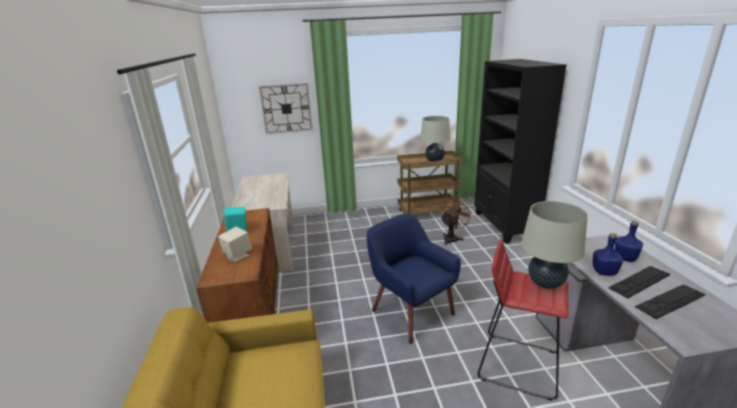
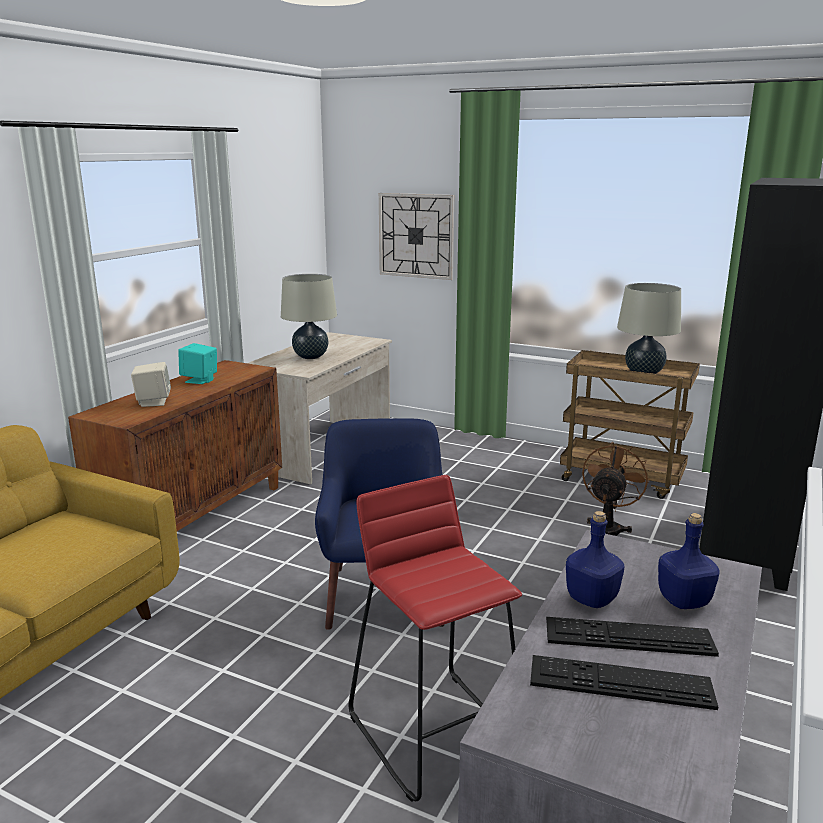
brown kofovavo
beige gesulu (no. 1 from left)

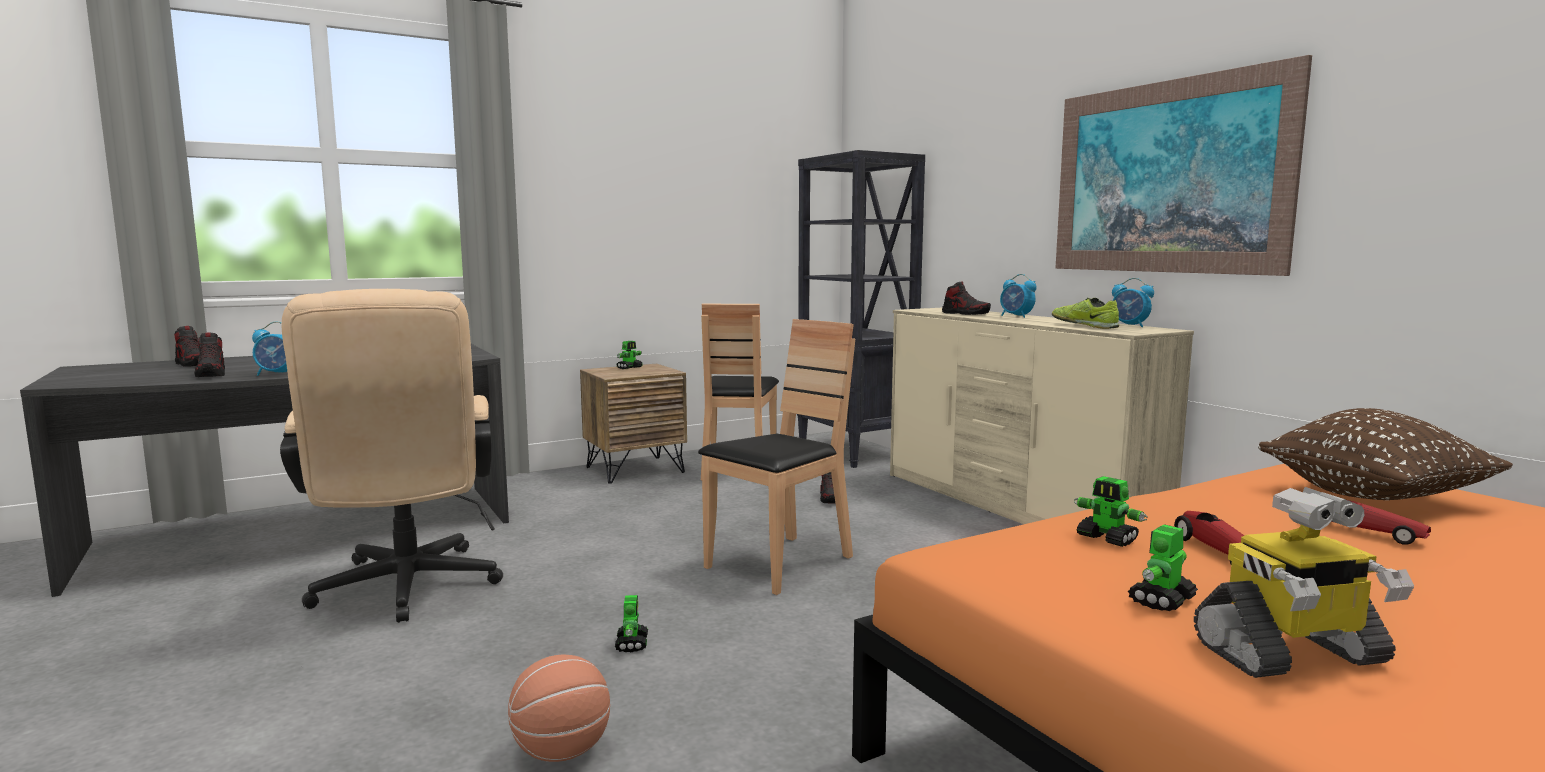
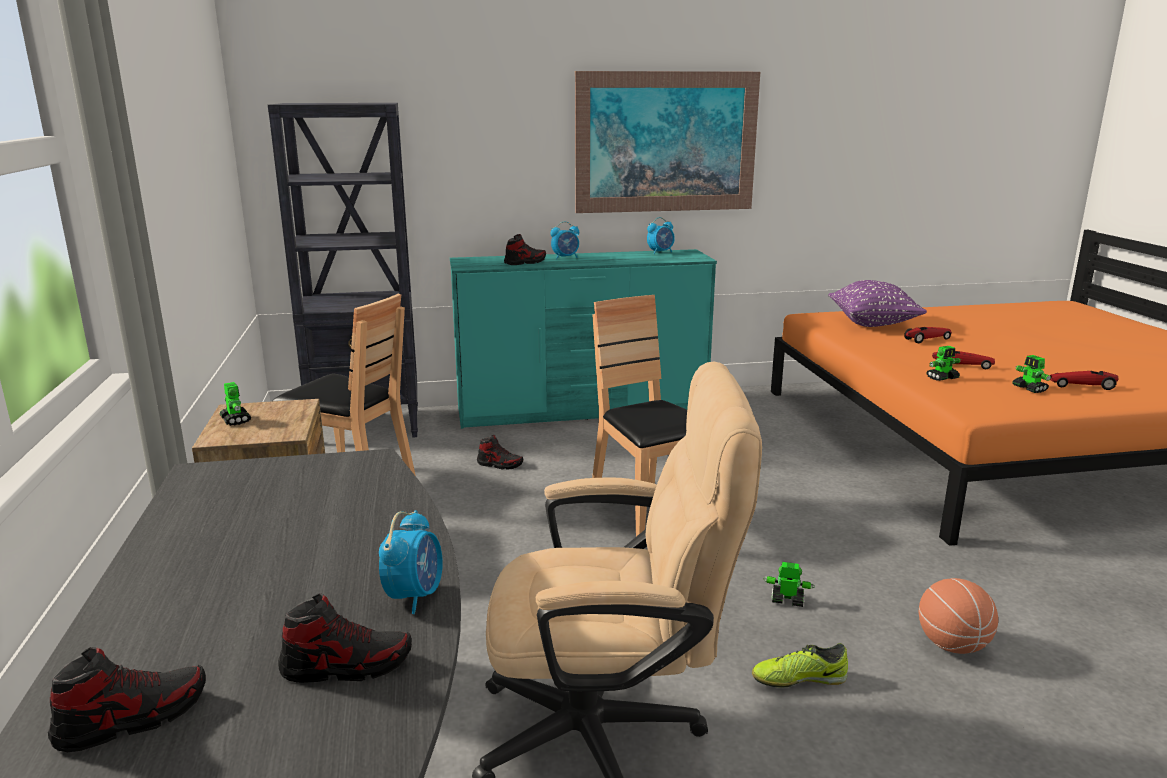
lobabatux (no. 5 from left)
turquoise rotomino
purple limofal
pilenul (no. 3 from left)

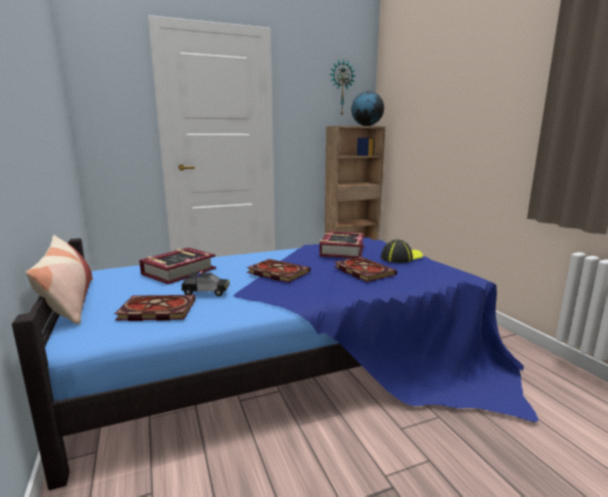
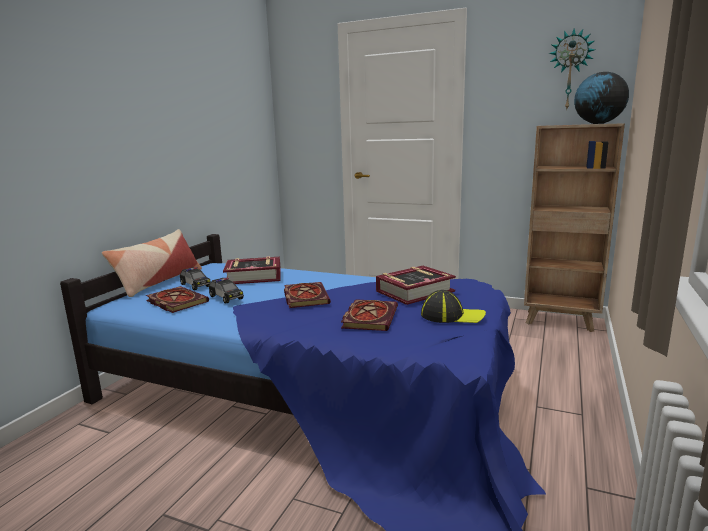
pilenul (no. 1 from left)

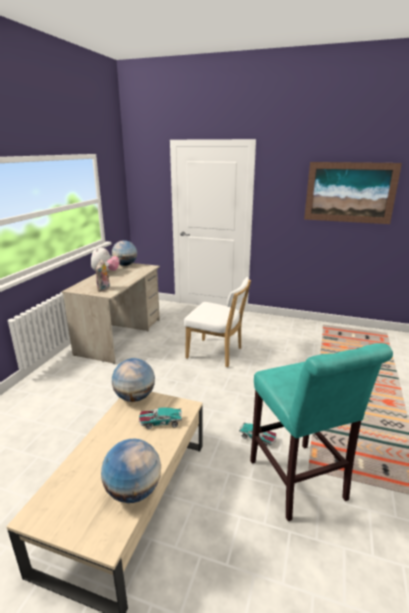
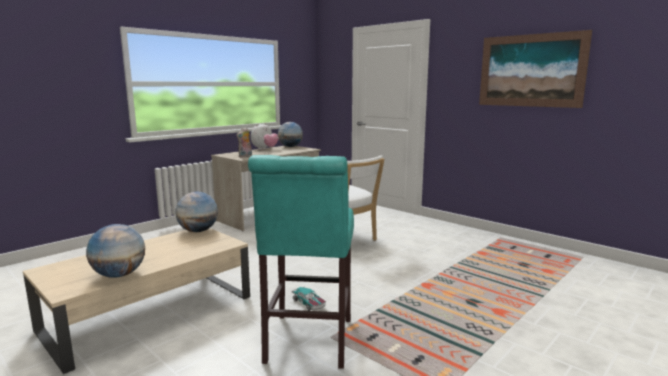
pilenul (no. 1 from left in the first image)

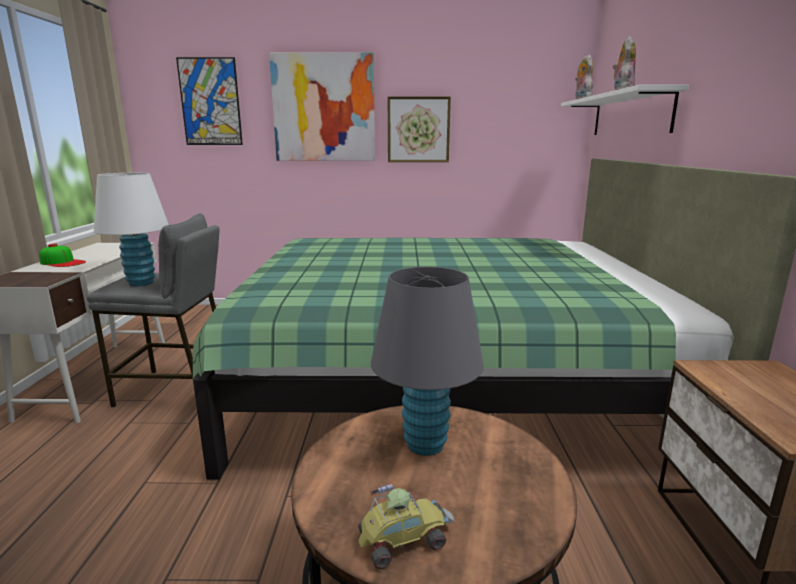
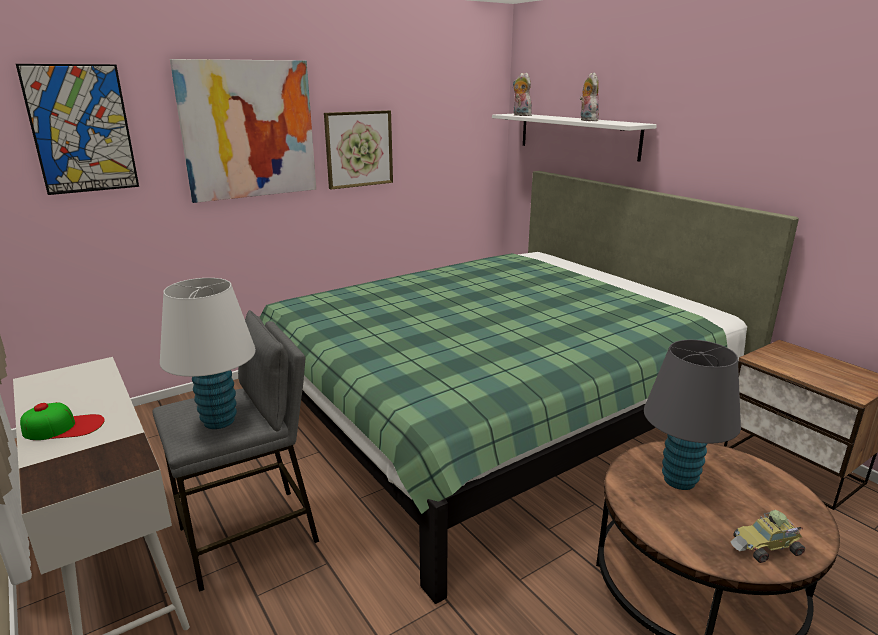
pilenul

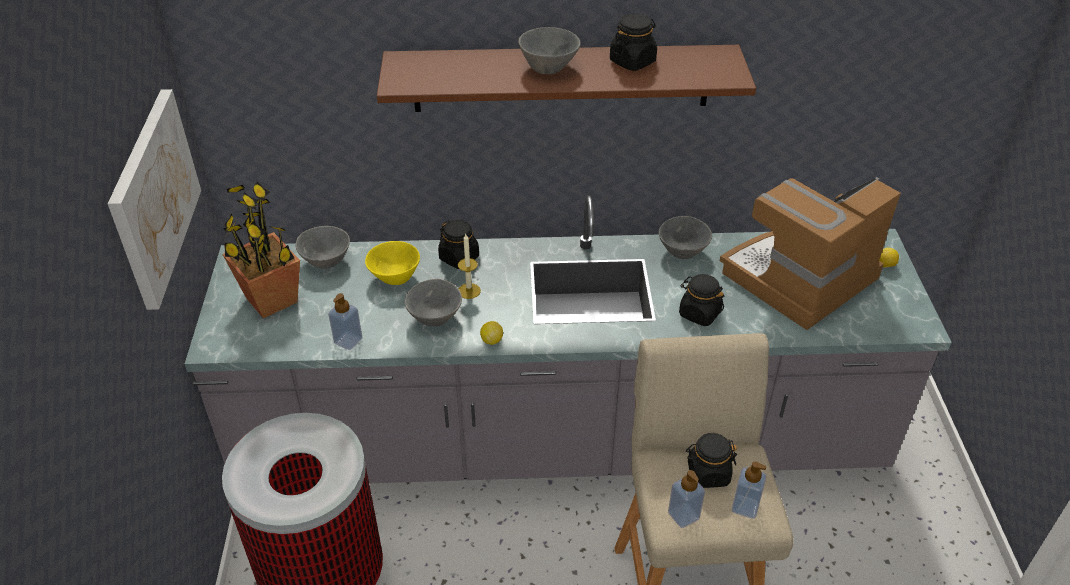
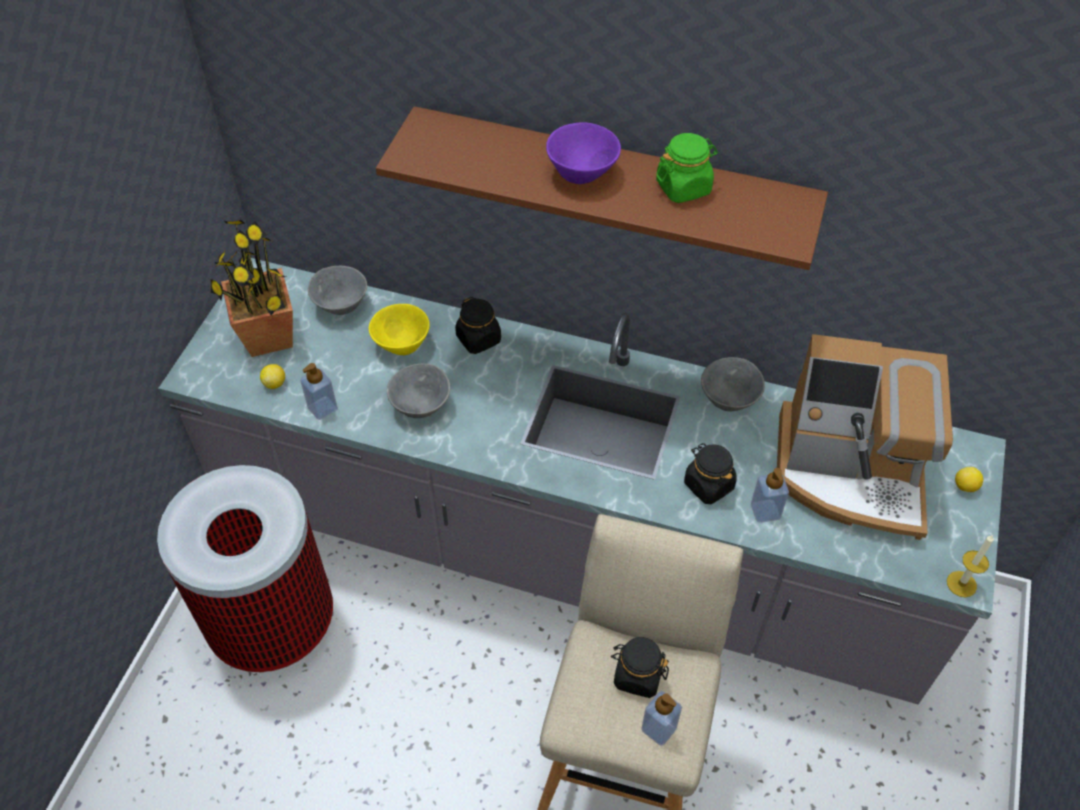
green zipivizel
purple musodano
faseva
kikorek
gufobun
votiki (no. 1 from left)
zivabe (no. 3 from left)

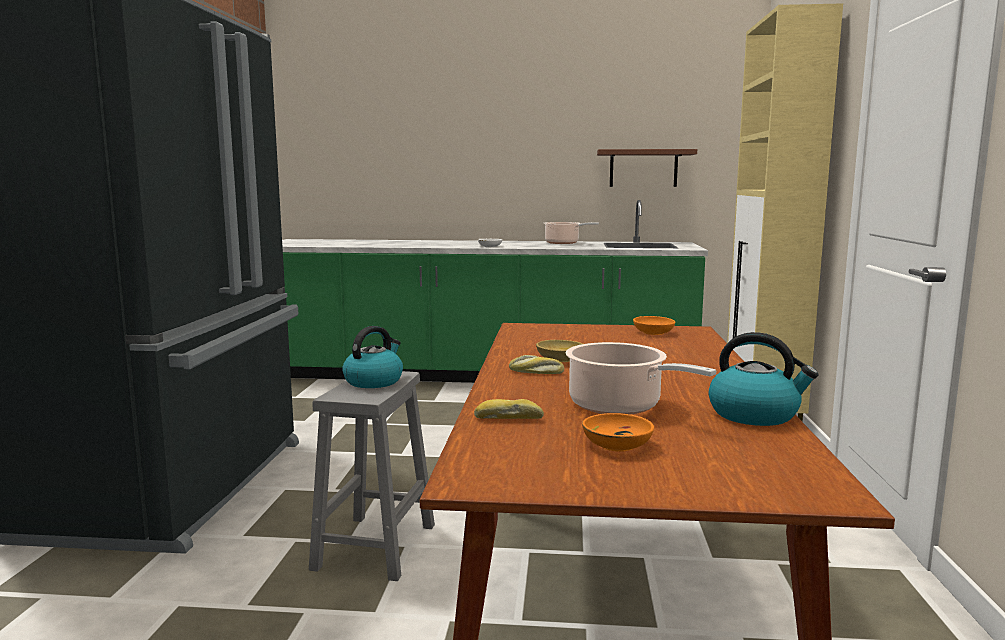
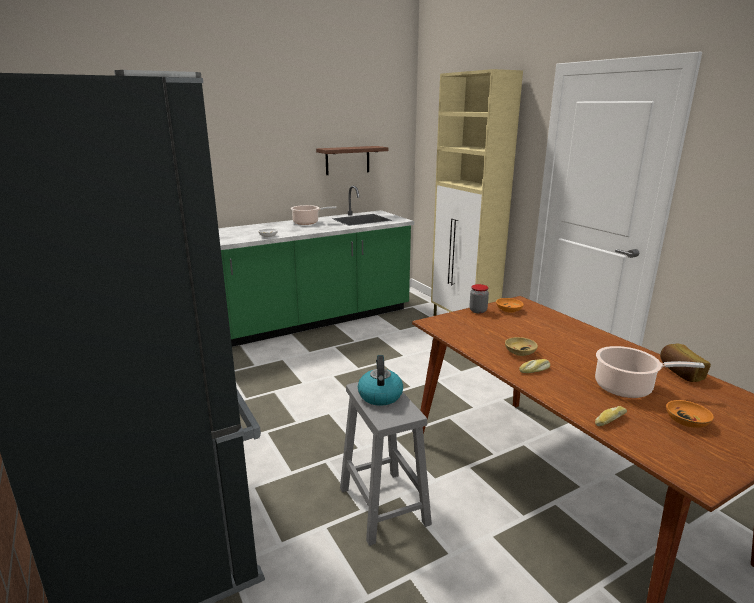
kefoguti (no. 3 from left)
zipivizel

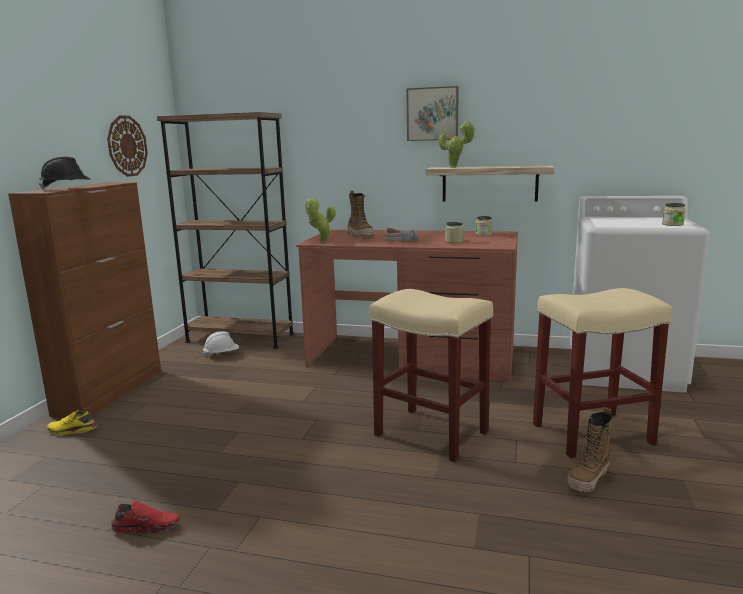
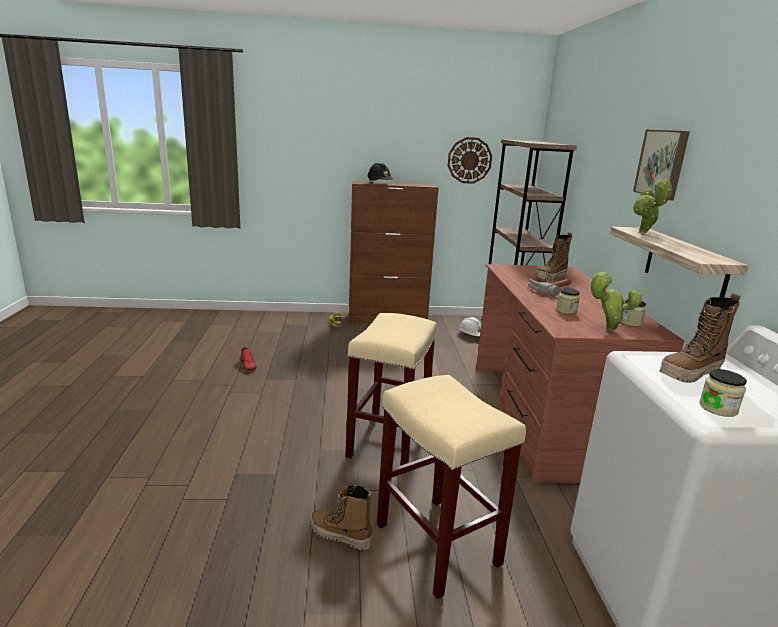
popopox (no. 1 from left)
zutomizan (no. 3 from left)

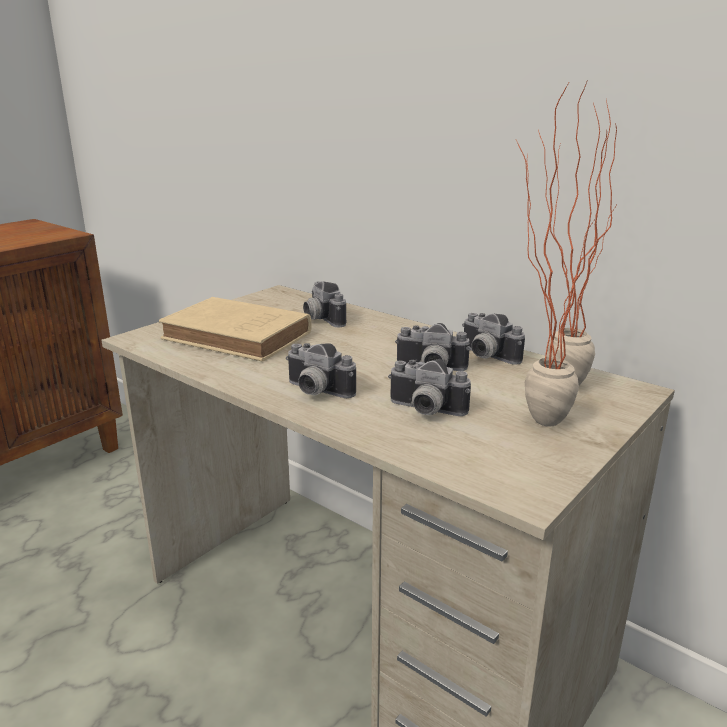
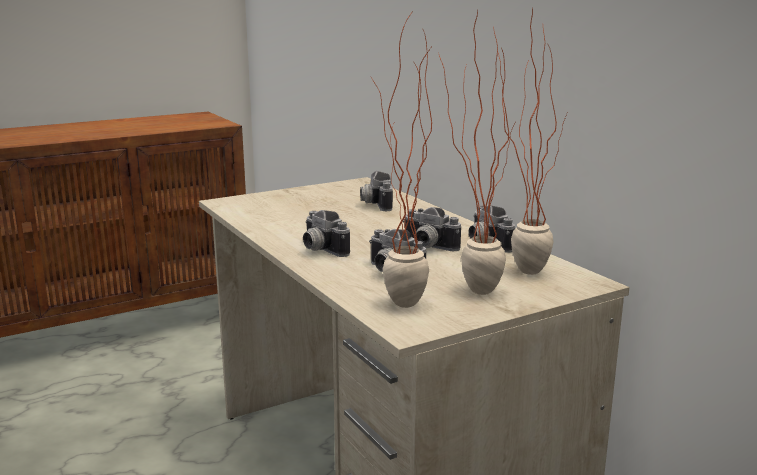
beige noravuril
popopox (no. 1 from left)

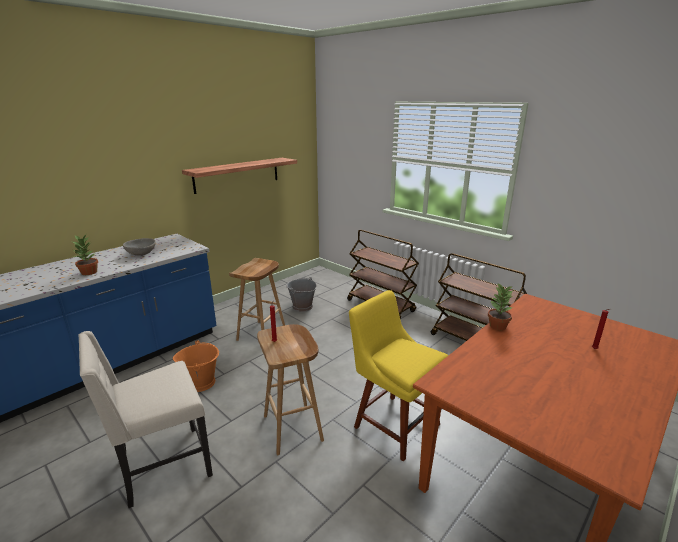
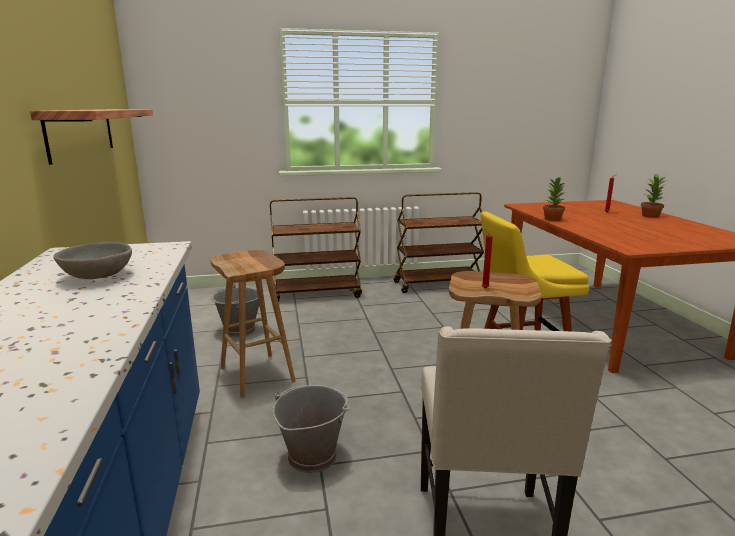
popopox (no. 2 from left)
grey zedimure (no. 2 from left)

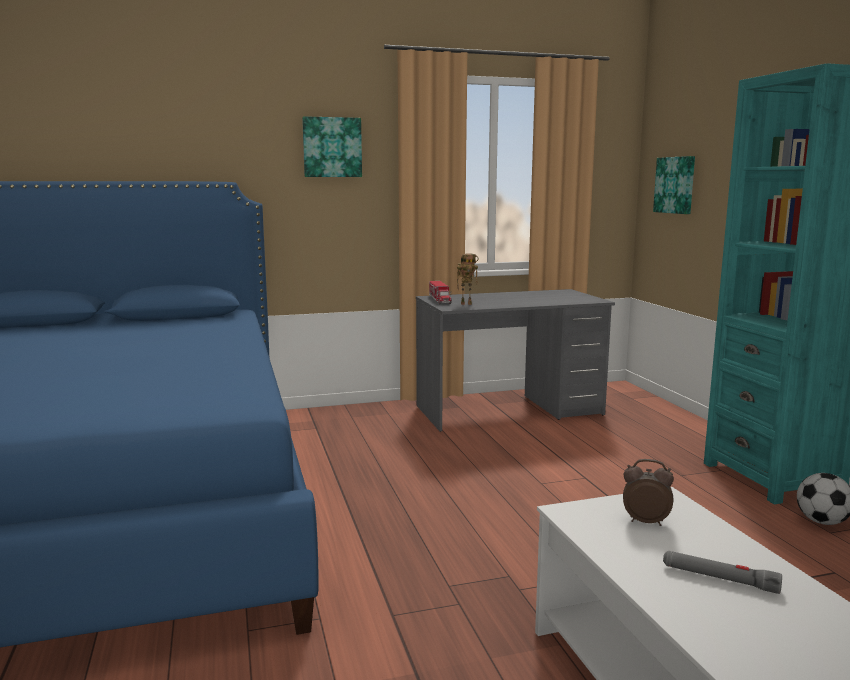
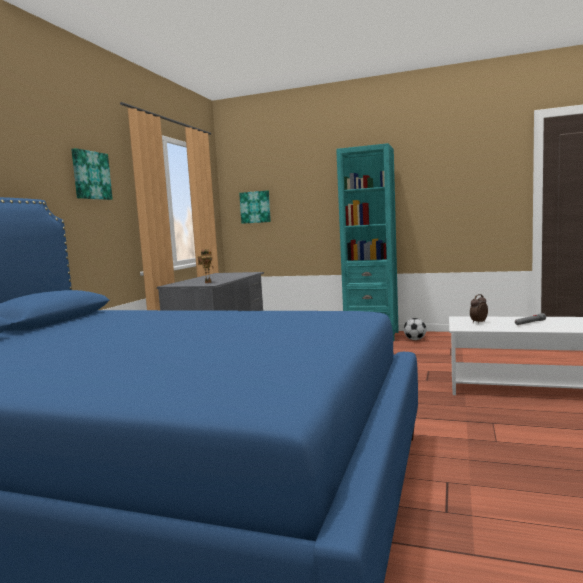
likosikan

